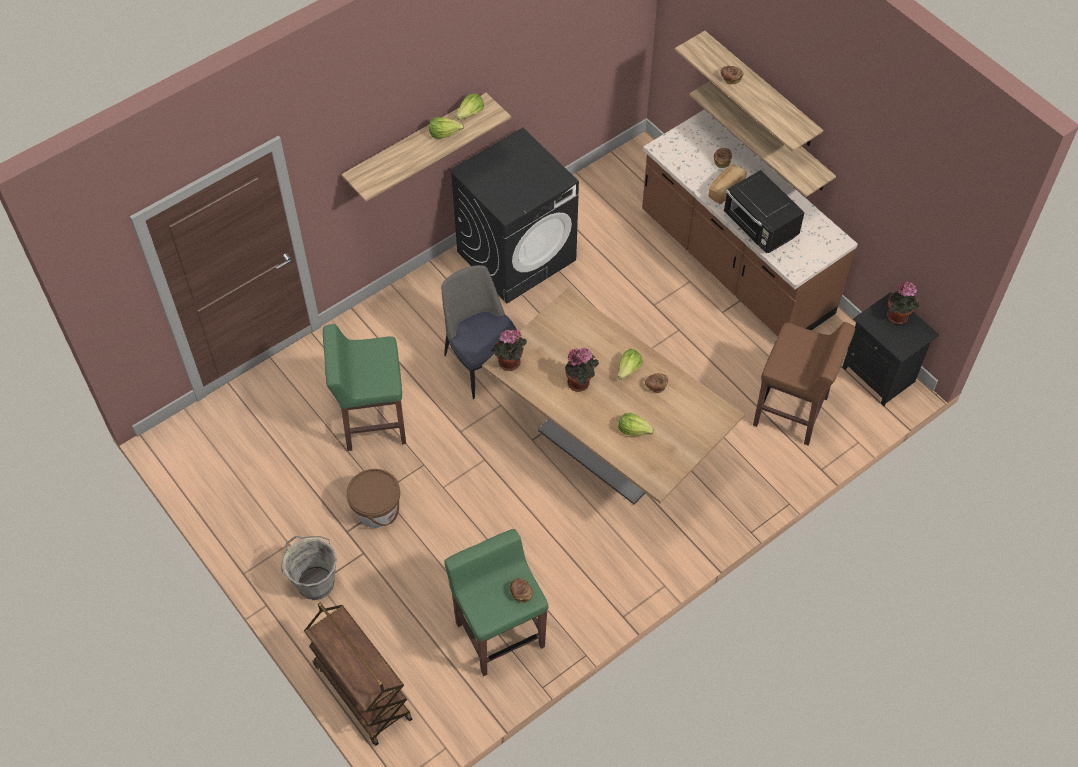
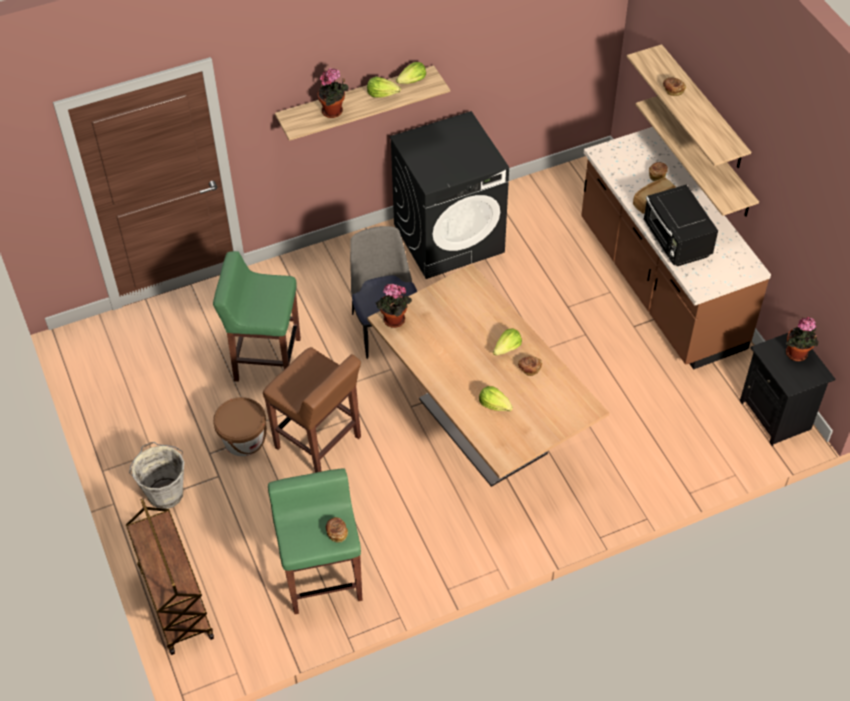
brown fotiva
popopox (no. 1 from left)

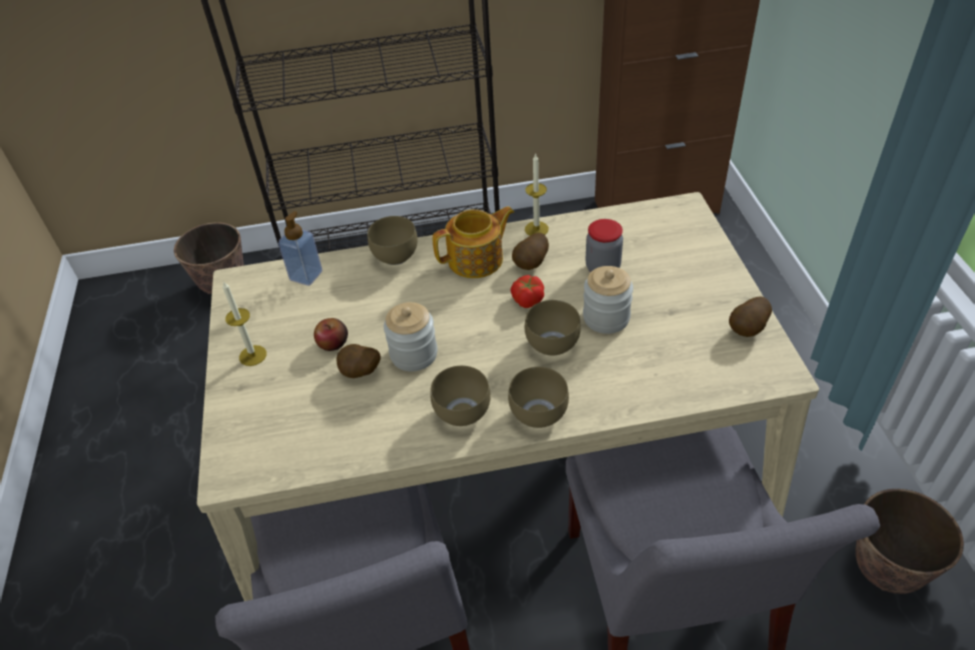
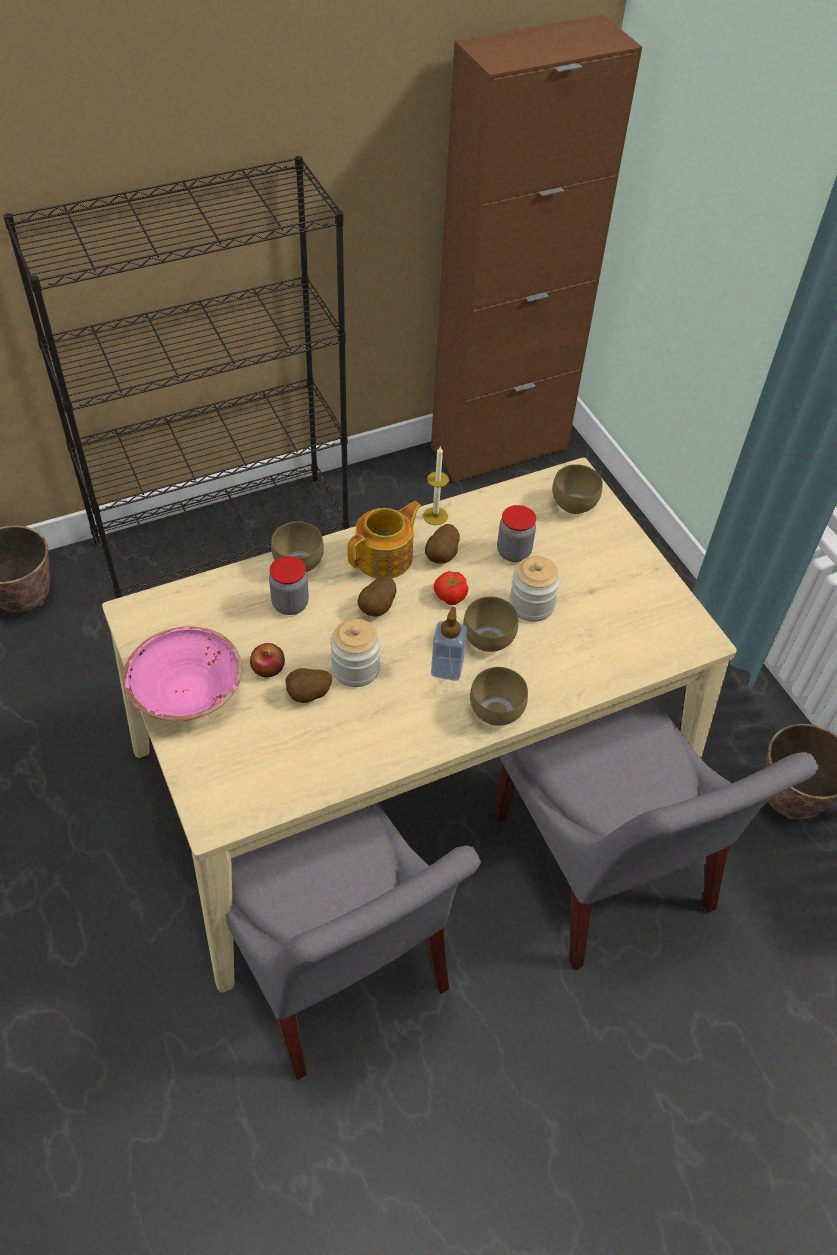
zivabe
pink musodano
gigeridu (no. 2 from left)
brown musodano (no. 4 from left)
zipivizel (no. 1 from left)

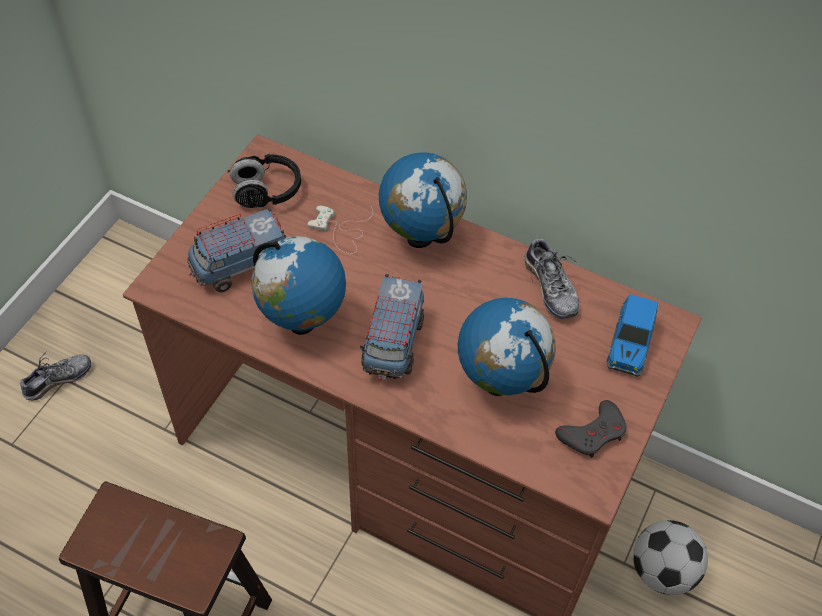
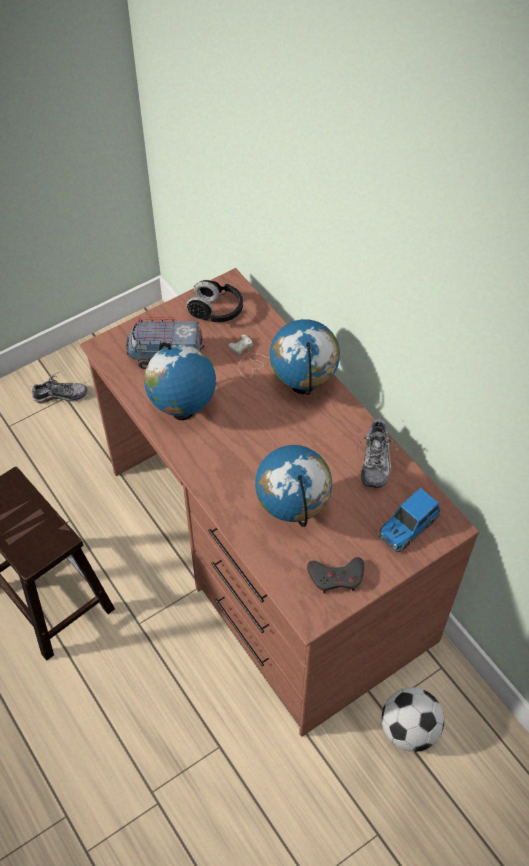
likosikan (no. 2 from left in the first image)

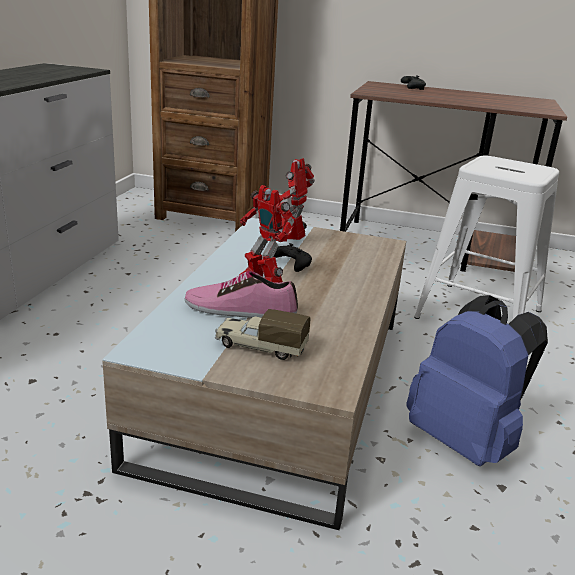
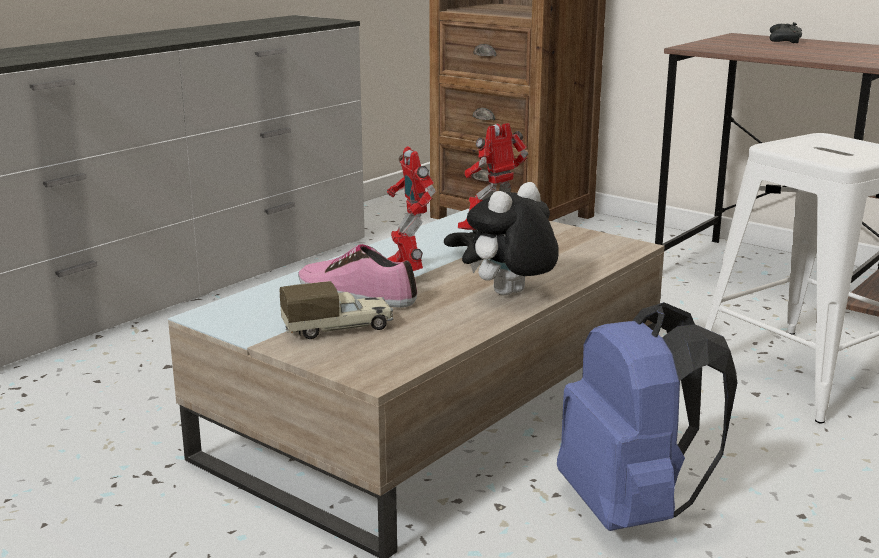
likosikan
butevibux

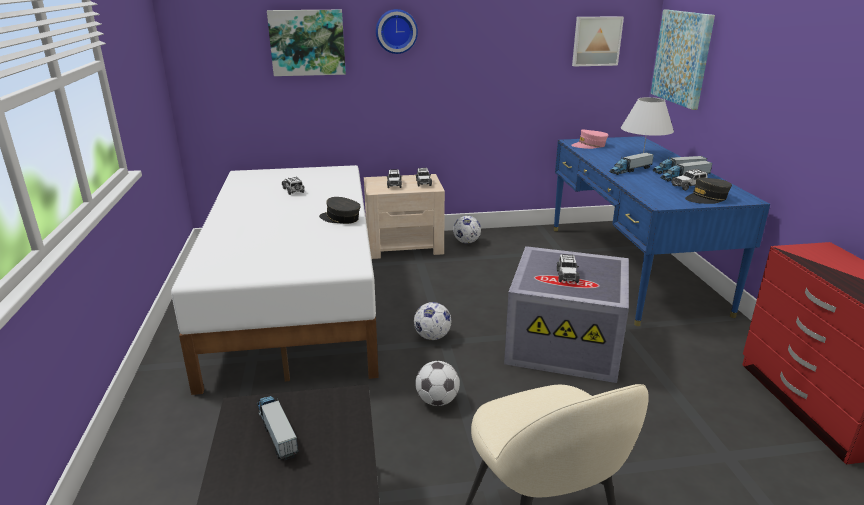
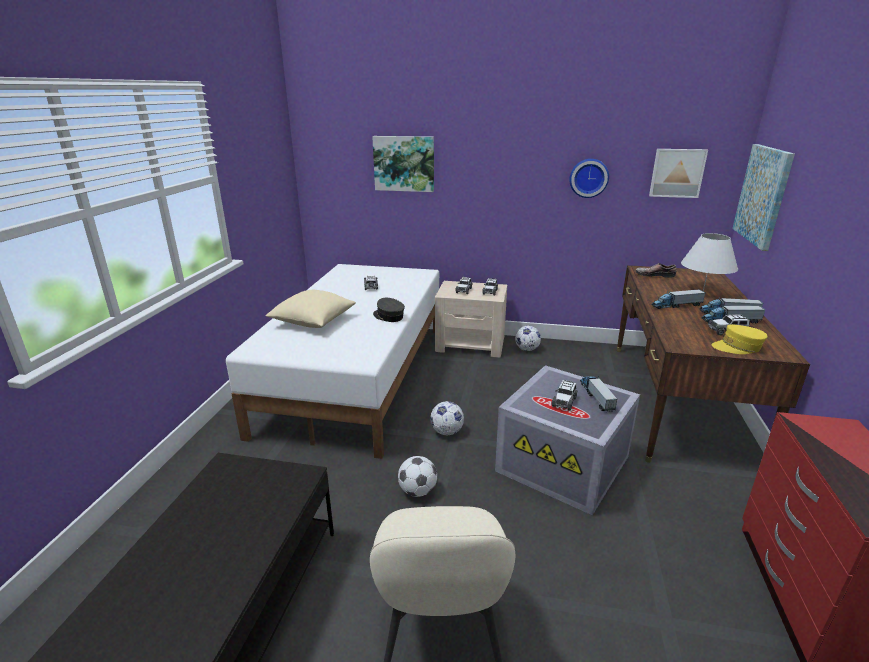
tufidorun
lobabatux
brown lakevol
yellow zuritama
likosikan (no. 1 from left)
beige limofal

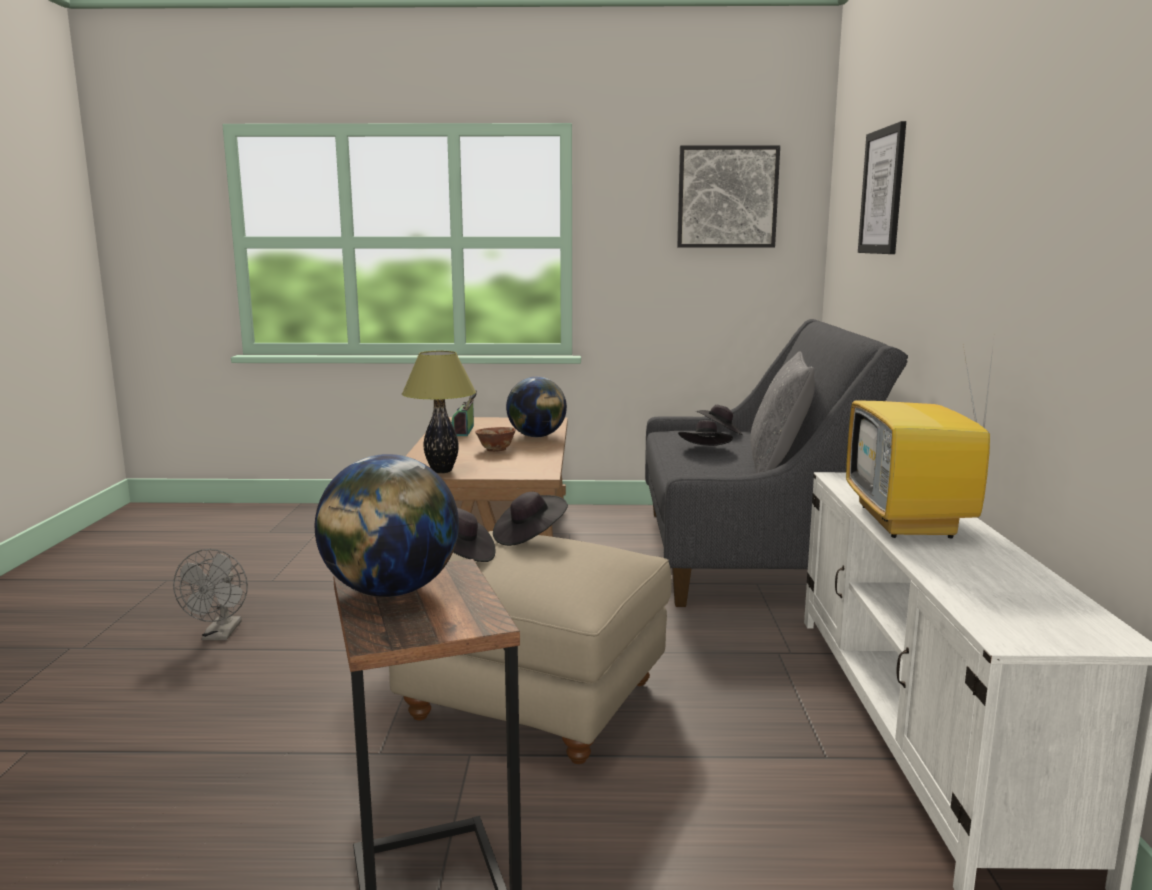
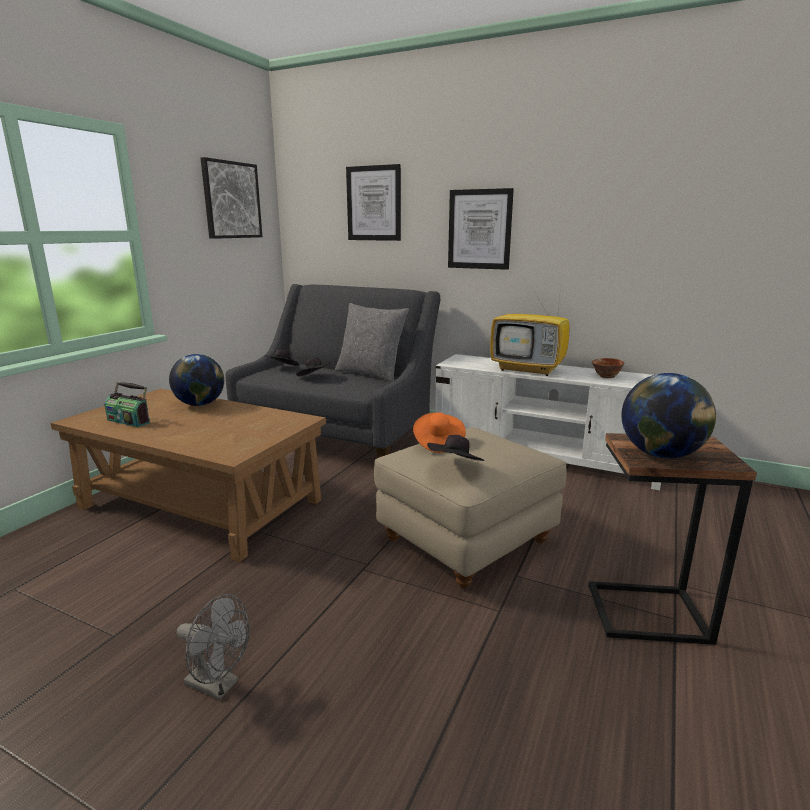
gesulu
musodano
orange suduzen
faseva (no. 3 from left)

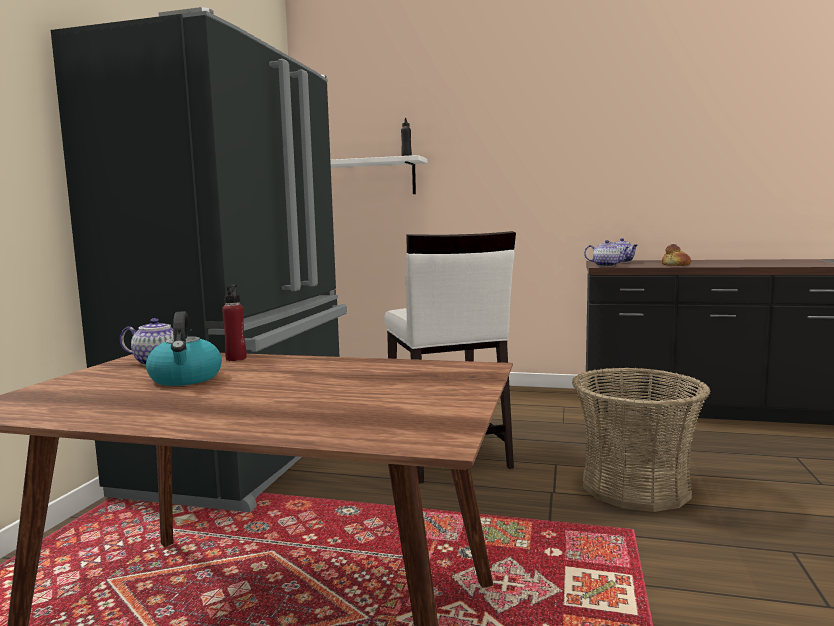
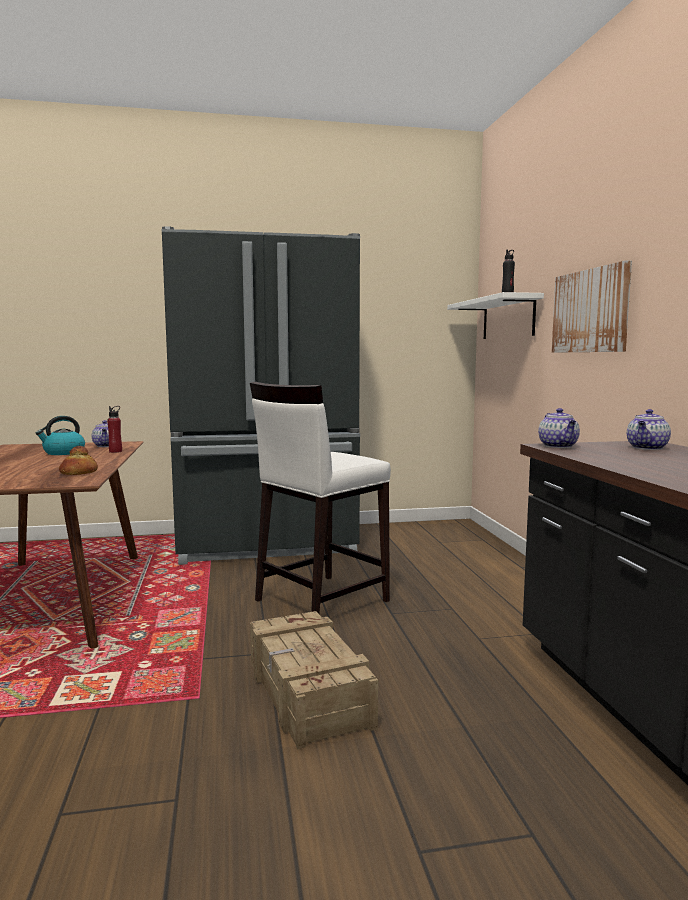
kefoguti
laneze
faseva

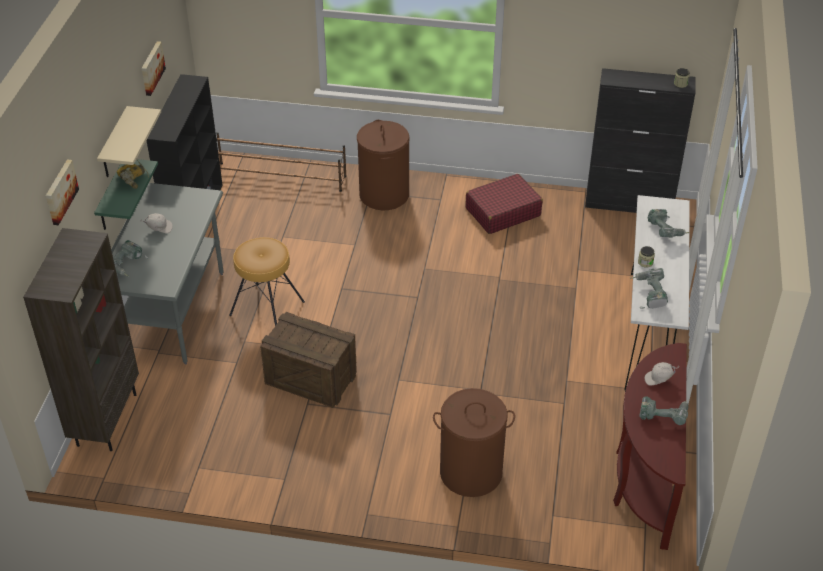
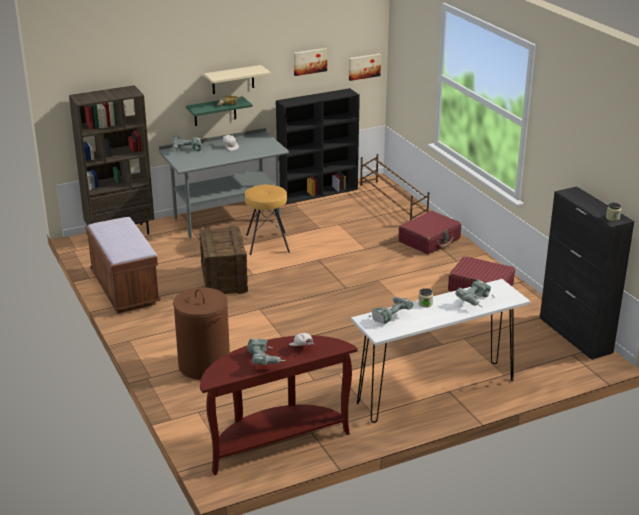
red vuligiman (no. 1 from left)
faseva (no. 2 from left)
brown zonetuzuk

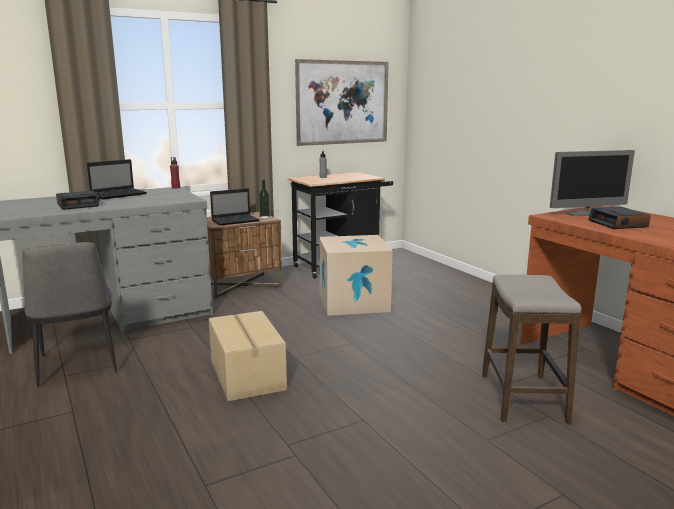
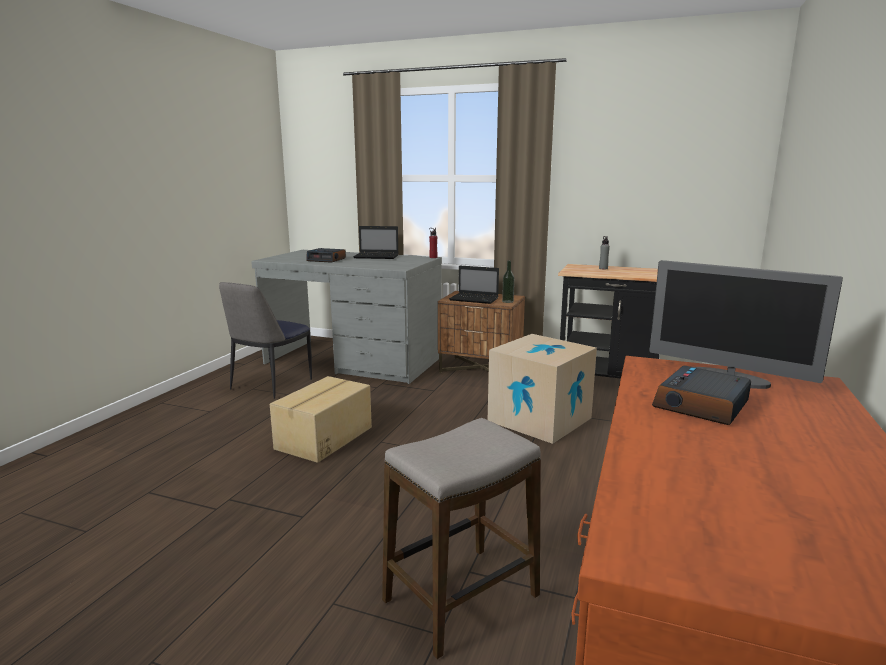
faseva

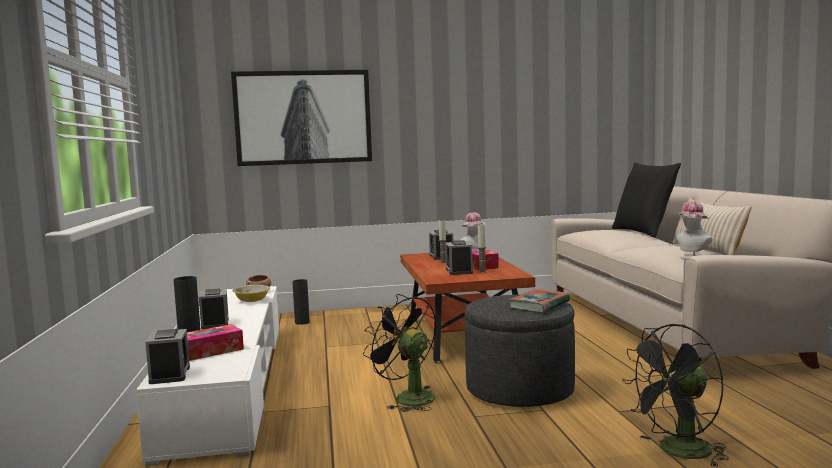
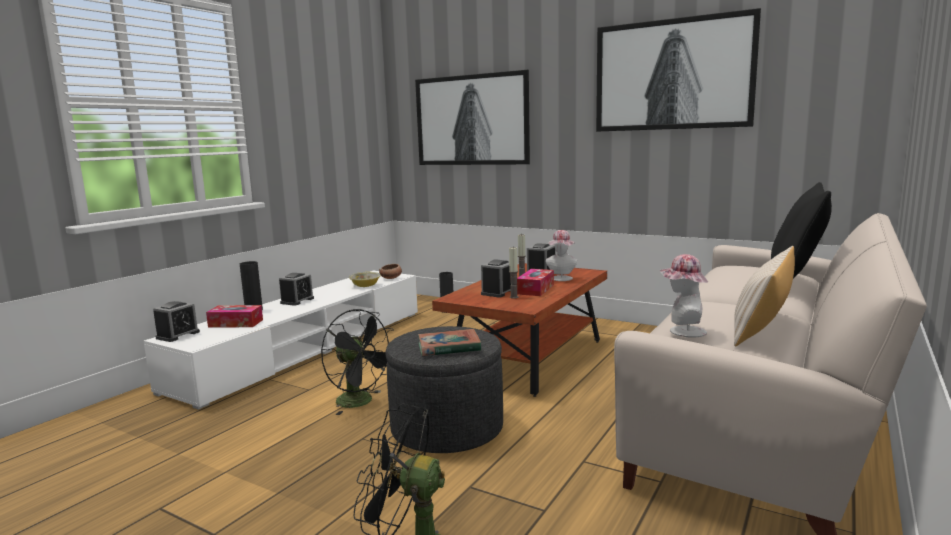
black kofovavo (no. 1 from left)
faseva (no. 2 from left)

